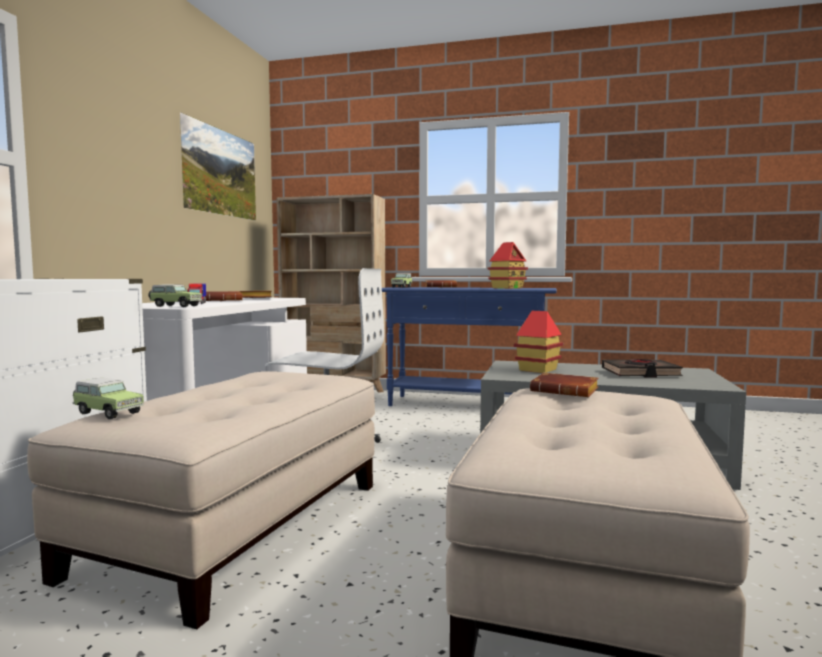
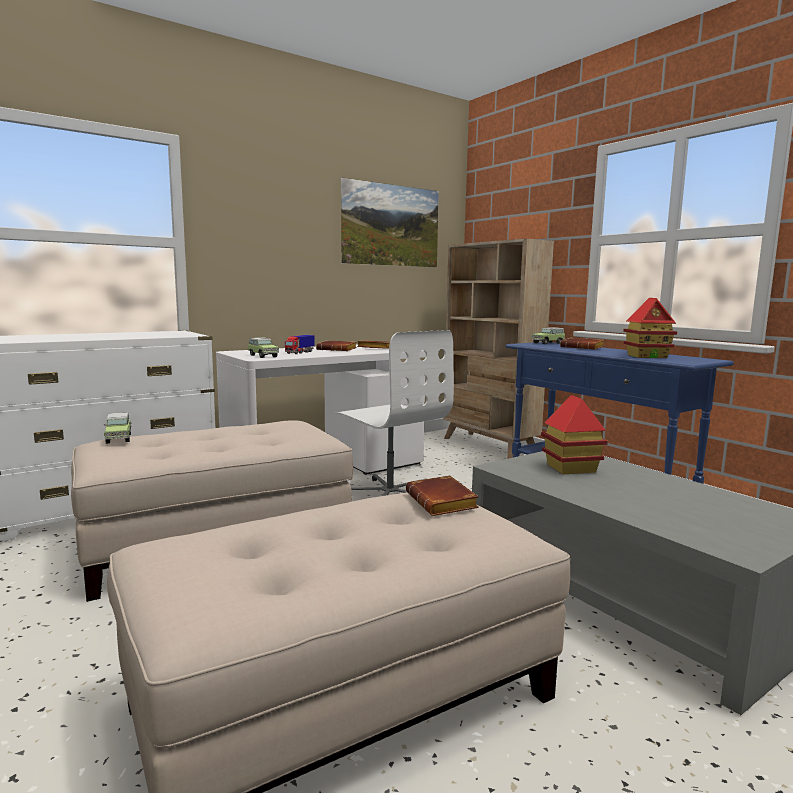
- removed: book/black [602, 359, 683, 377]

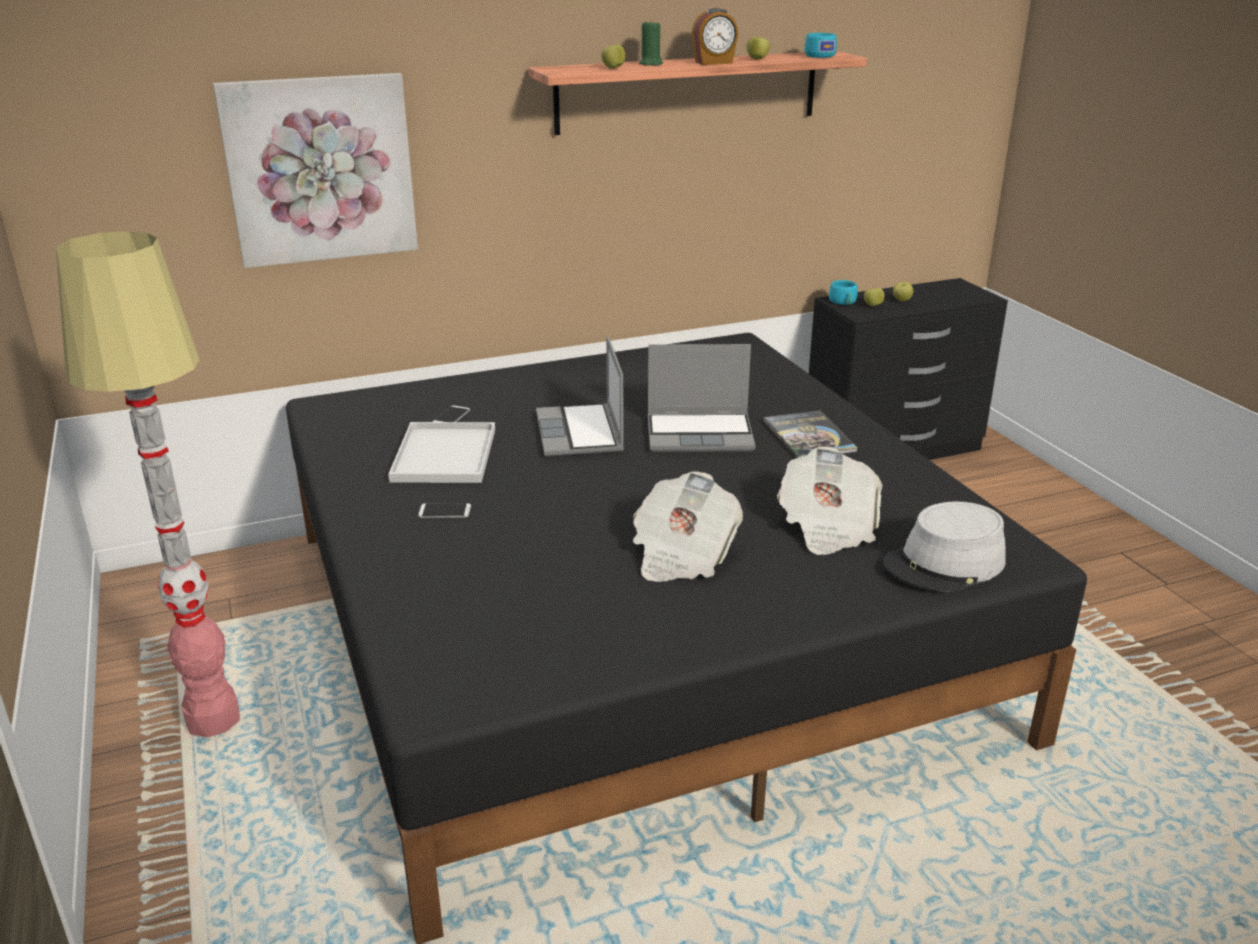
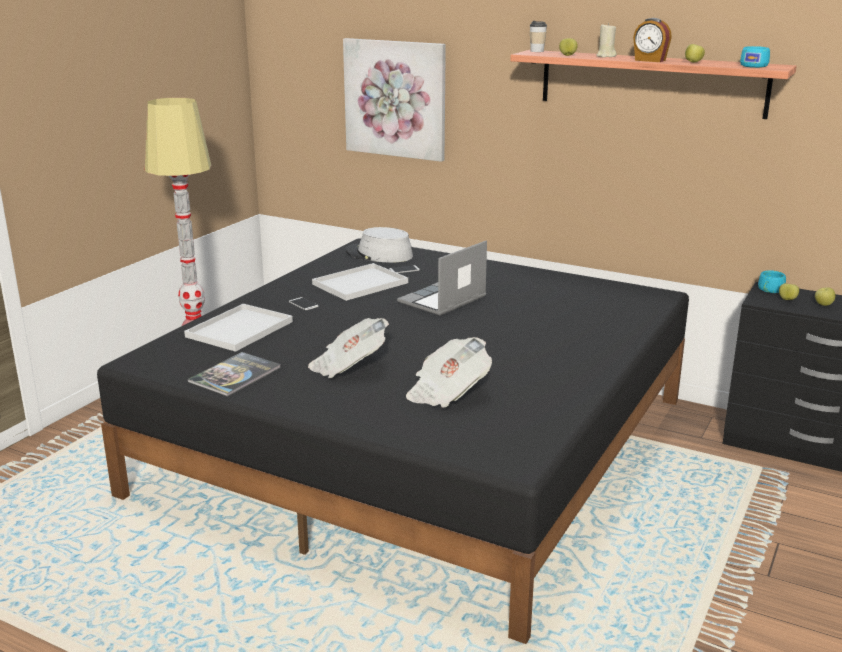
- added: tray/whitish [184, 304, 293, 352]
- moved: book [763, 410, 857, 458] to [188, 352, 281, 397]
- moved: hat/gray [883, 501, 1006, 592] to [346, 227, 413, 263]
- added: small cup [530, 21, 547, 52]
- recoloured: wax candle/green-coloured [639, 19, 663, 66] to wax candle/sand-coloured [596, 23, 616, 58]
- removed: portable computer [648, 344, 756, 452]

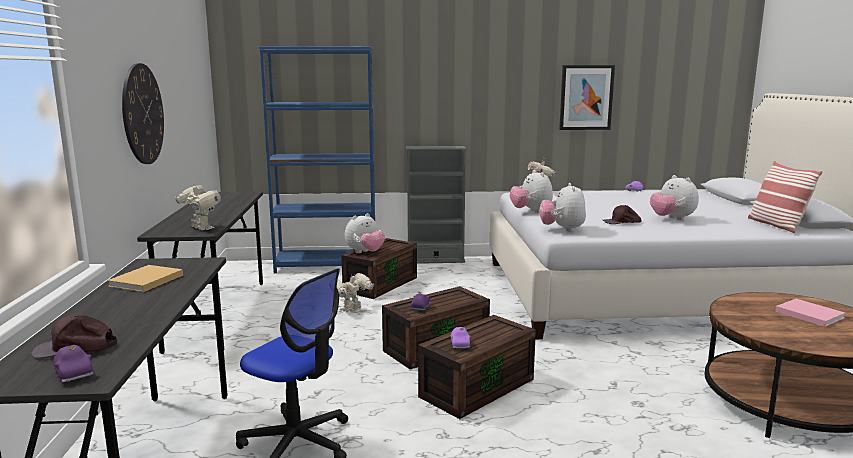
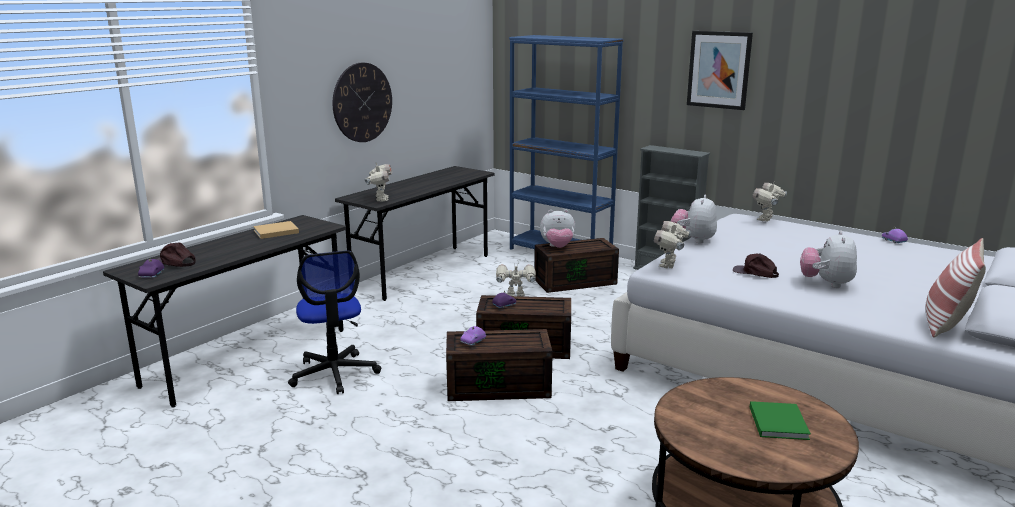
- replaced: cuddly toy [539, 183, 586, 232] to model robot [654, 220, 691, 268]
- moved: picture [559, 65, 615, 130] to [687, 31, 753, 110]
- recoloured: book/pinkish [775, 299, 845, 327] to book/green-coloured [750, 401, 811, 440]

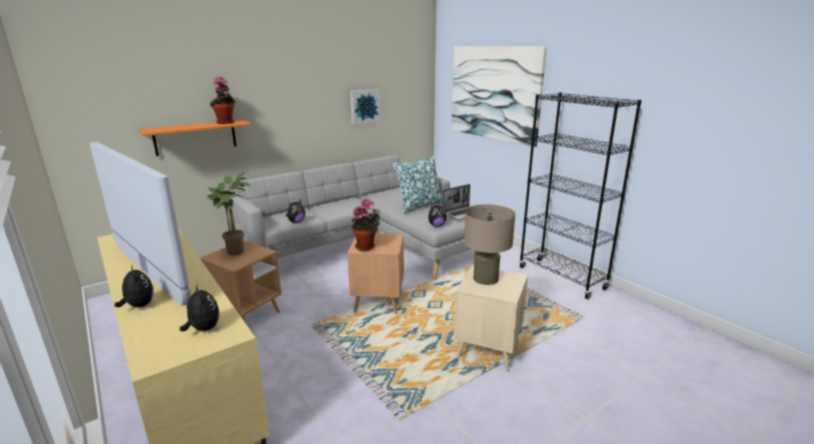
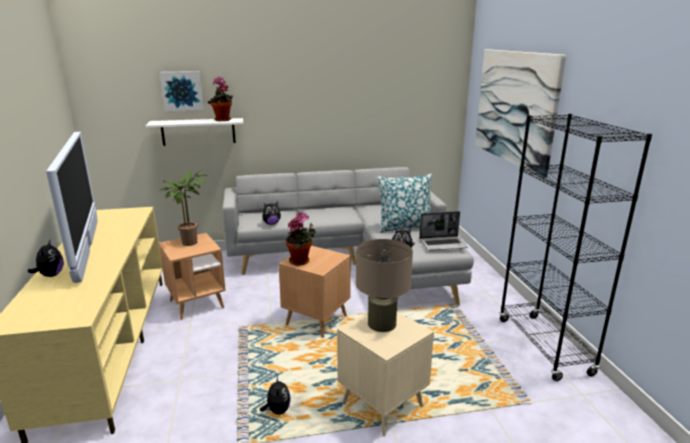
- recoloured: bracket shelf/orange [139, 120, 251, 156] to bracket shelf/whitish [145, 118, 243, 146]
- moved: picture [350, 89, 381, 125] to [160, 71, 204, 111]
- moved: cuddly toy [180, 284, 219, 331] to [260, 376, 291, 414]

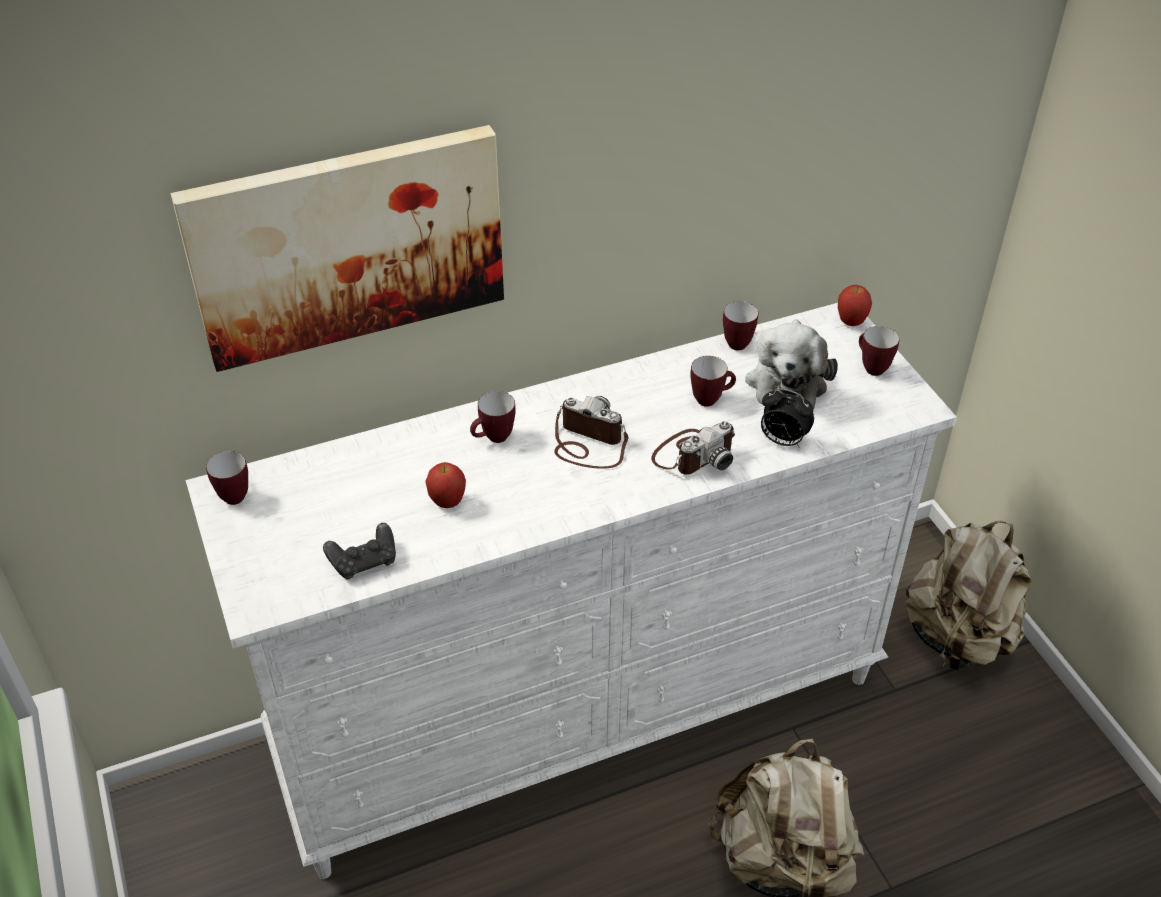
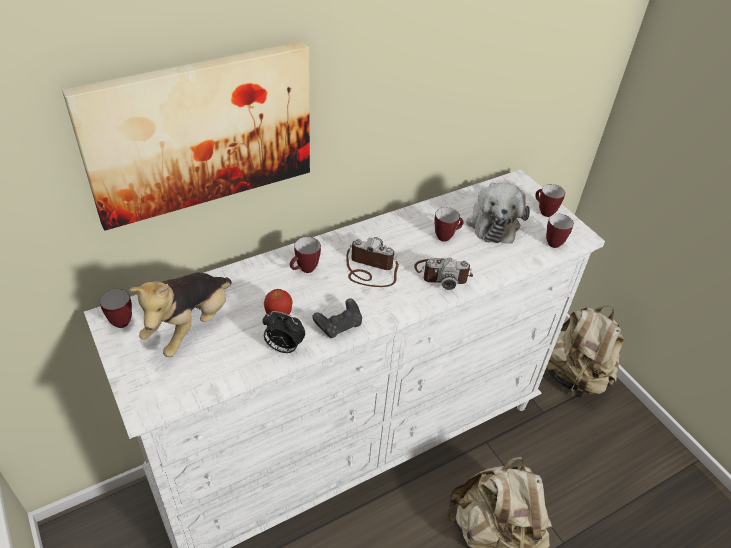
- added: cuddly toy [129, 273, 232, 357]
- moved: table clock [761, 388, 814, 448] to [263, 311, 305, 353]
- moved: gamepad/black [323, 523, 396, 579] to [312, 298, 362, 338]
- turned: still camera [651, 421, 735, 475] = [414, 258, 473, 290] 45 degrees clockwise
- moved: tea mug [723, 301, 758, 350] to [546, 214, 574, 248]
- removed: apple fruit [838, 285, 872, 326]

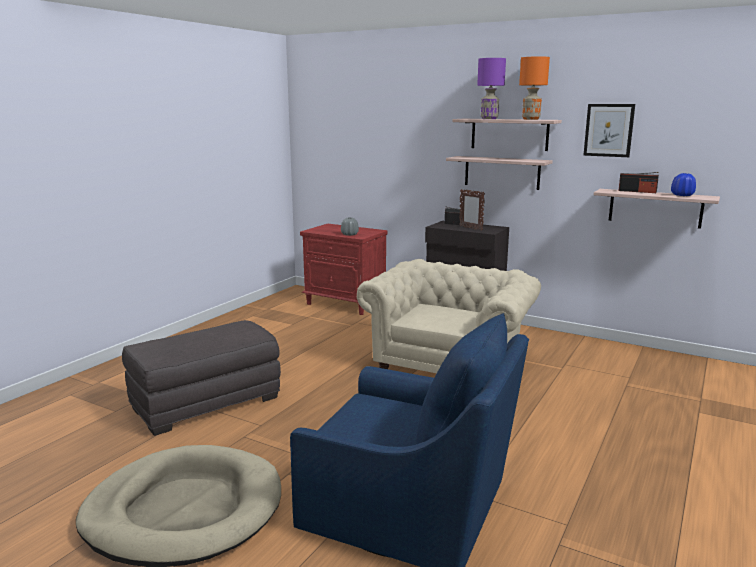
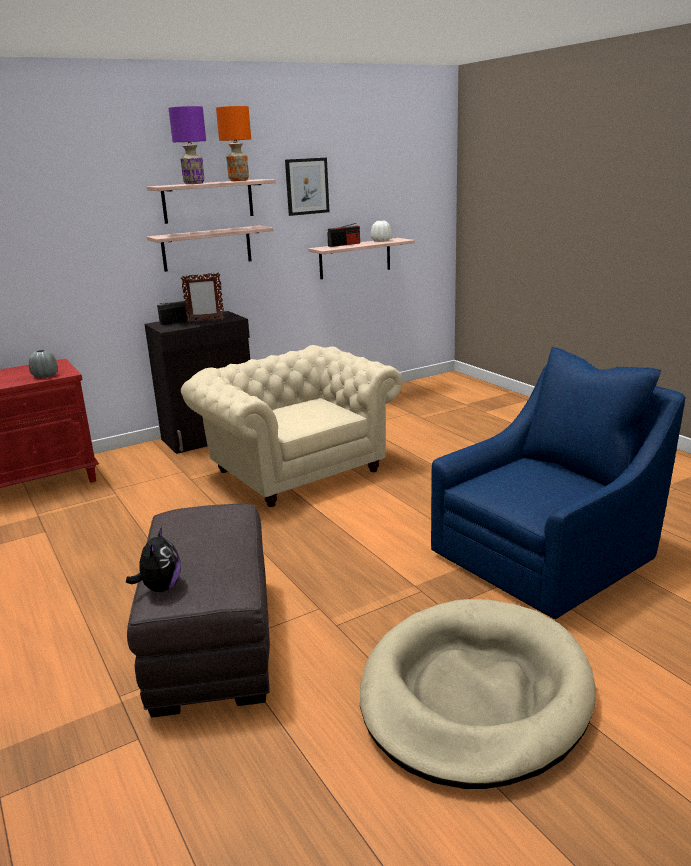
- added: cuddly toy [126, 527, 181, 592]
- recoloured: flower vase/bluish [671, 173, 696, 196] to flower vase/whitish [371, 220, 391, 242]

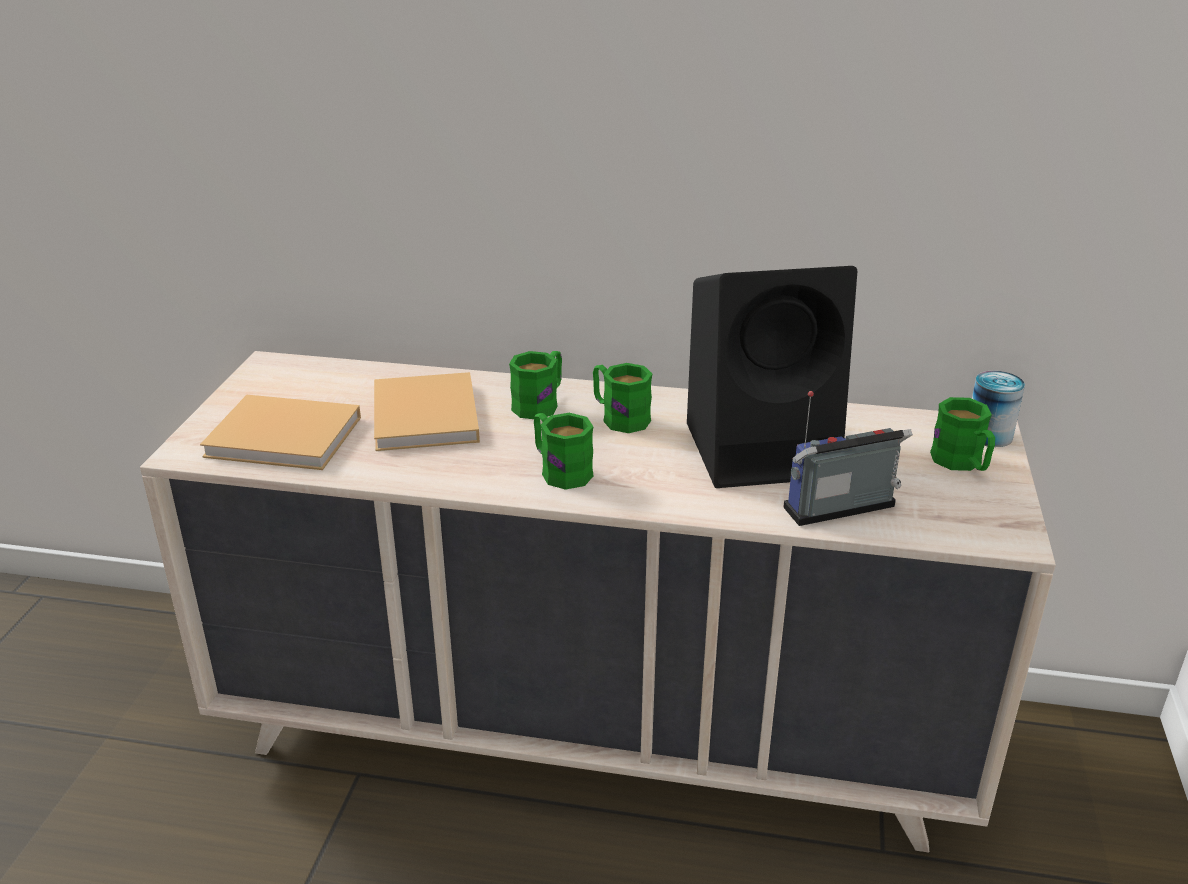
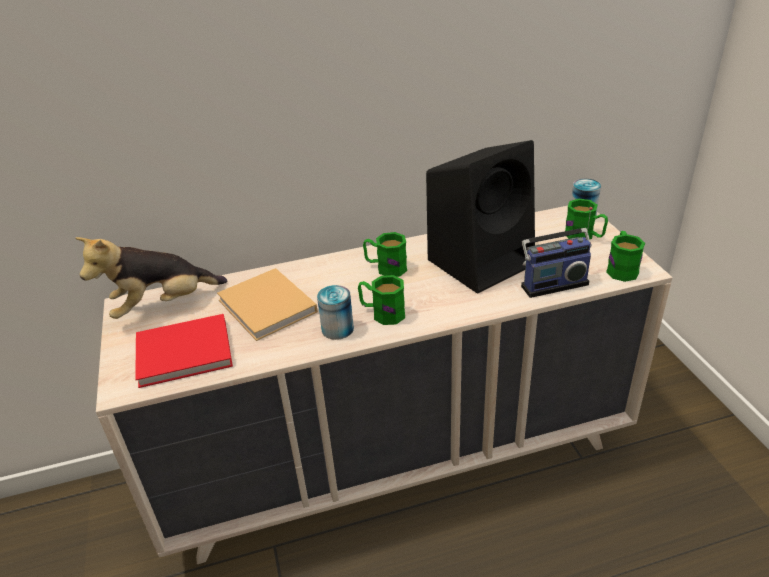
- added: cuddly toy [75, 237, 228, 319]
- recoloured: book/sand-coloured [200, 395, 361, 470] to book/red [135, 314, 233, 388]
- added: metal can [317, 285, 354, 340]
- turned: radio [783, 391, 913, 526] = [521, 207, 593, 298] 150 degrees counterclockwise
- moved: tea mug/green-coloured [509, 351, 562, 419] to [606, 231, 645, 282]

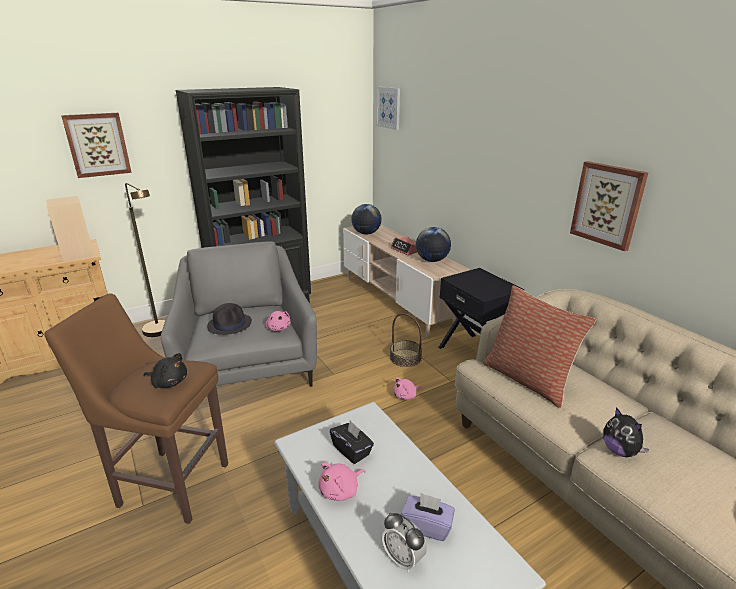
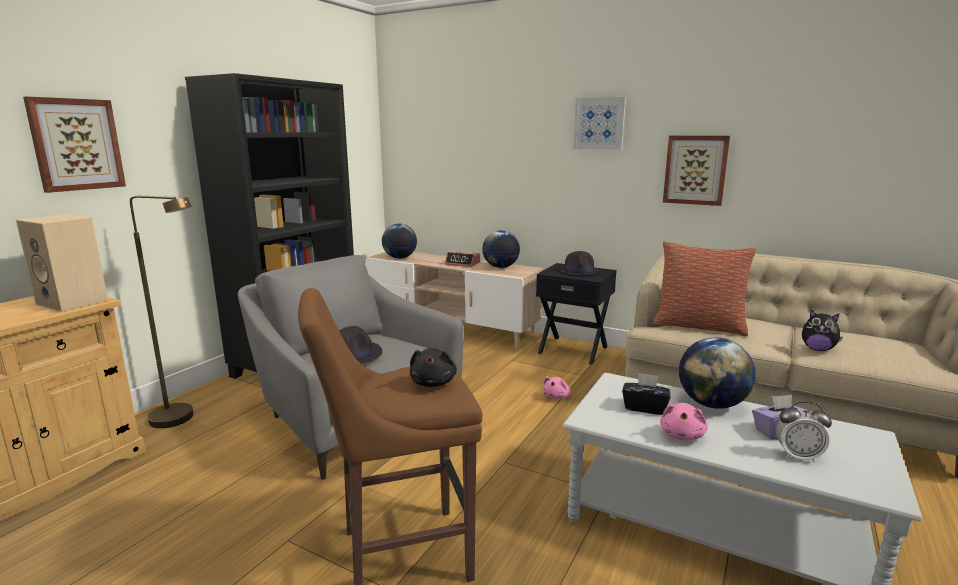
- turned: cuddly toy/black [143, 353, 187, 388] = [410, 348, 457, 387] 105 degrees clockwise
- added: hat/black [559, 251, 600, 275]
- moved: picture [376, 87, 400, 130] to [574, 97, 626, 150]
- added: desk globe [679, 337, 756, 409]
- removed: cuddly toy/pinkish [266, 311, 291, 331]
- removed: storage basket [390, 313, 422, 367]

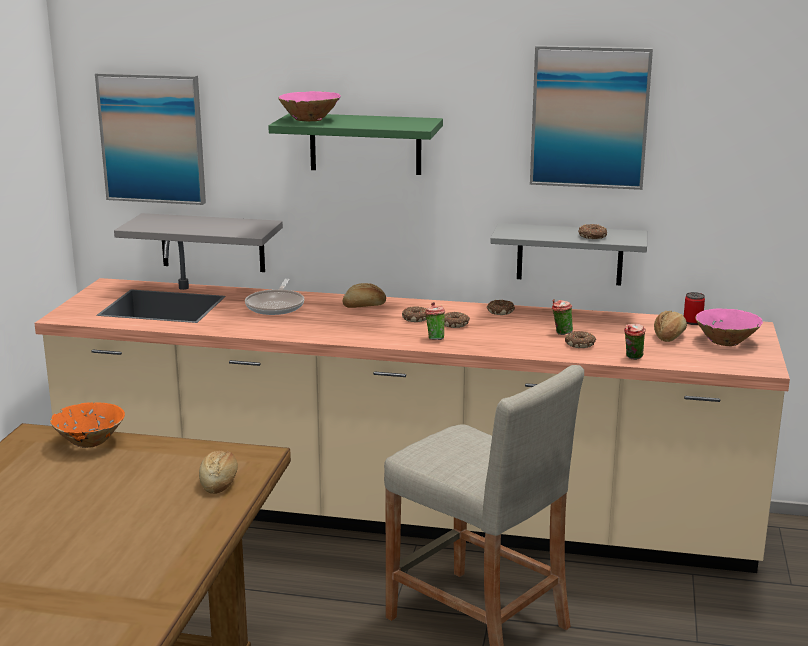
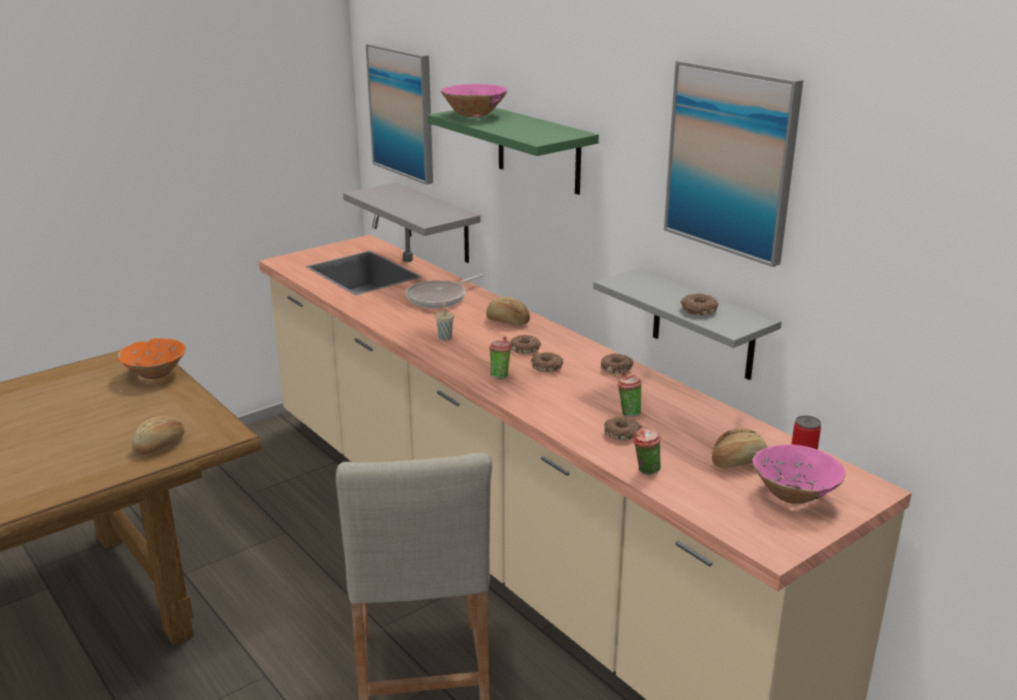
- added: small cup/sand-coloured [435, 301, 454, 341]

